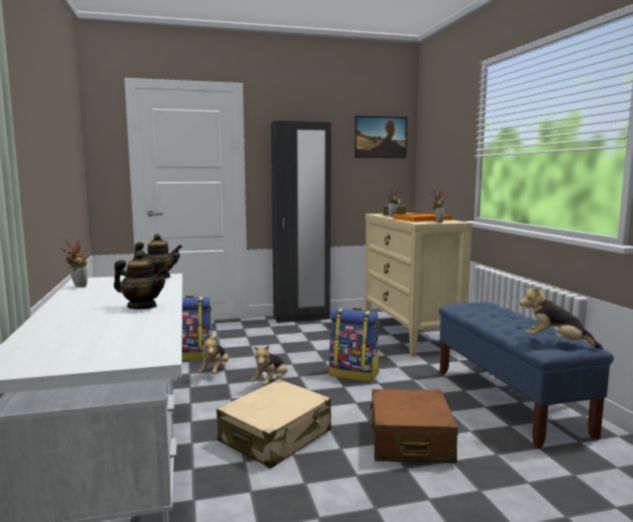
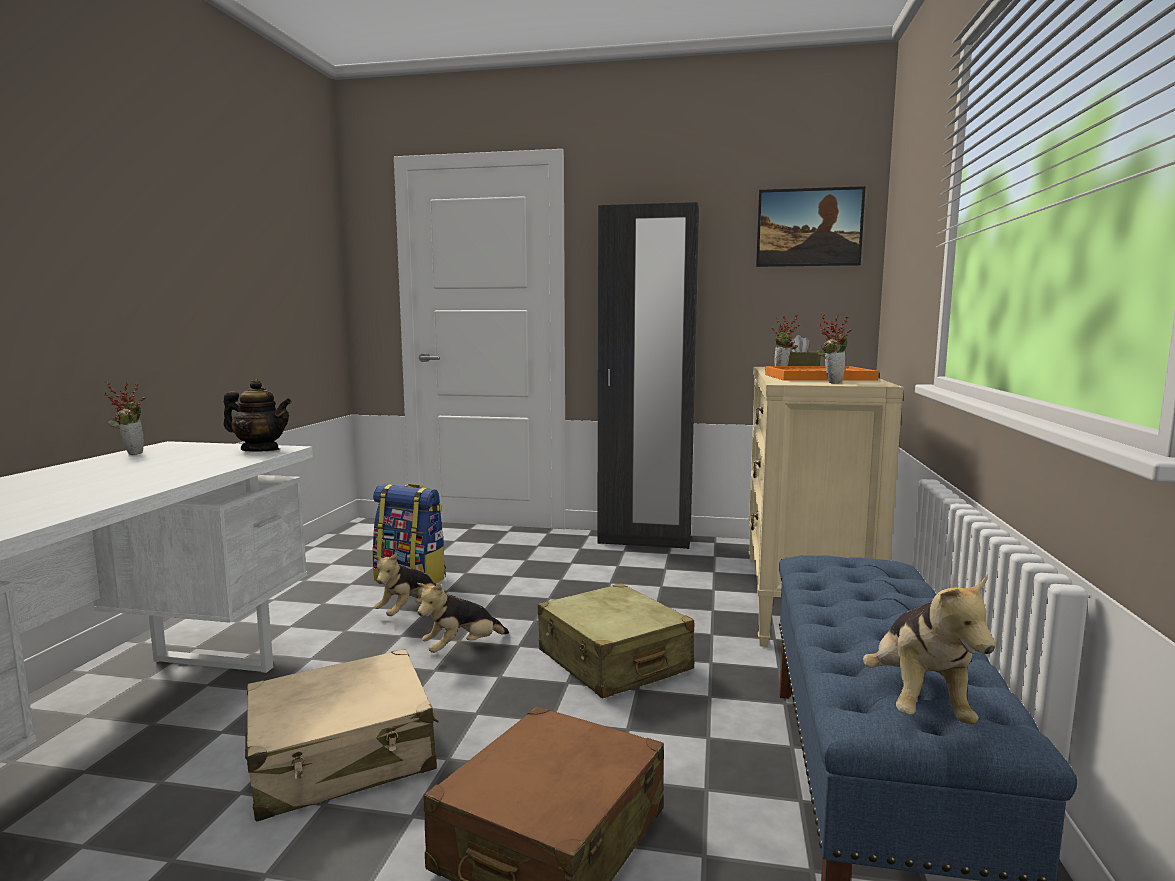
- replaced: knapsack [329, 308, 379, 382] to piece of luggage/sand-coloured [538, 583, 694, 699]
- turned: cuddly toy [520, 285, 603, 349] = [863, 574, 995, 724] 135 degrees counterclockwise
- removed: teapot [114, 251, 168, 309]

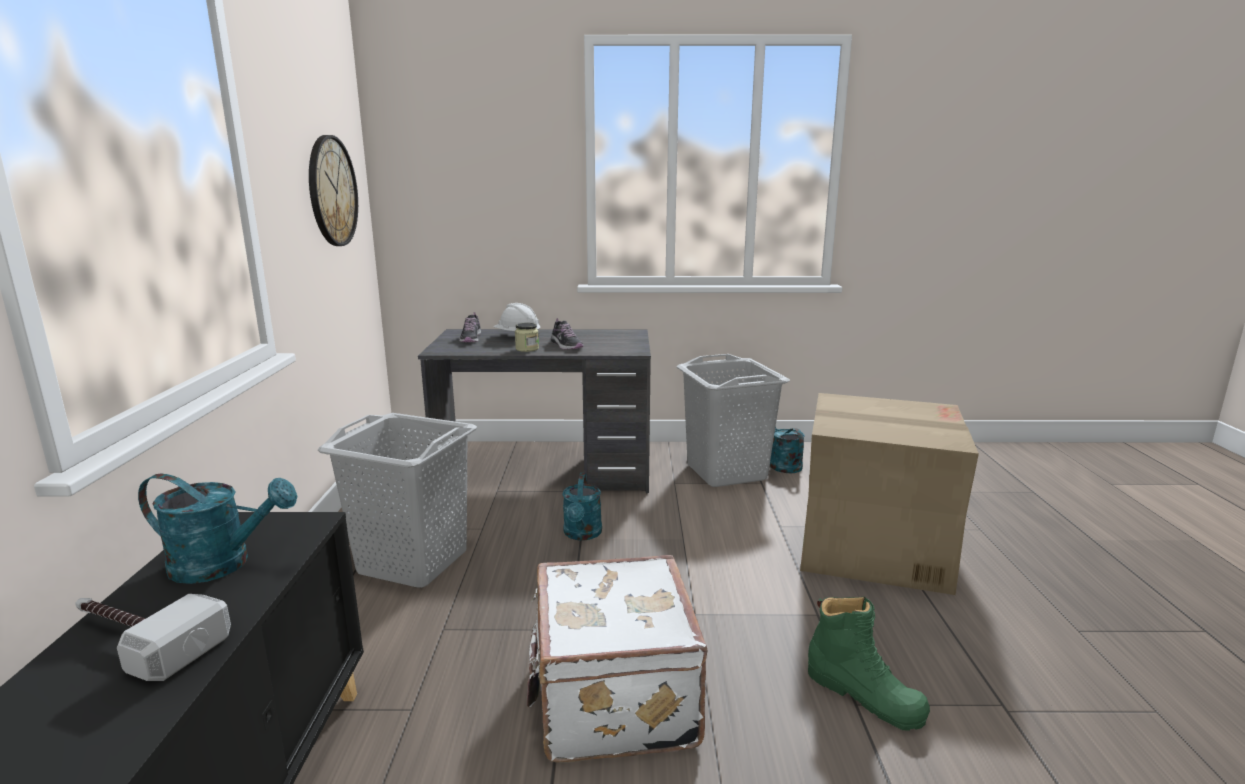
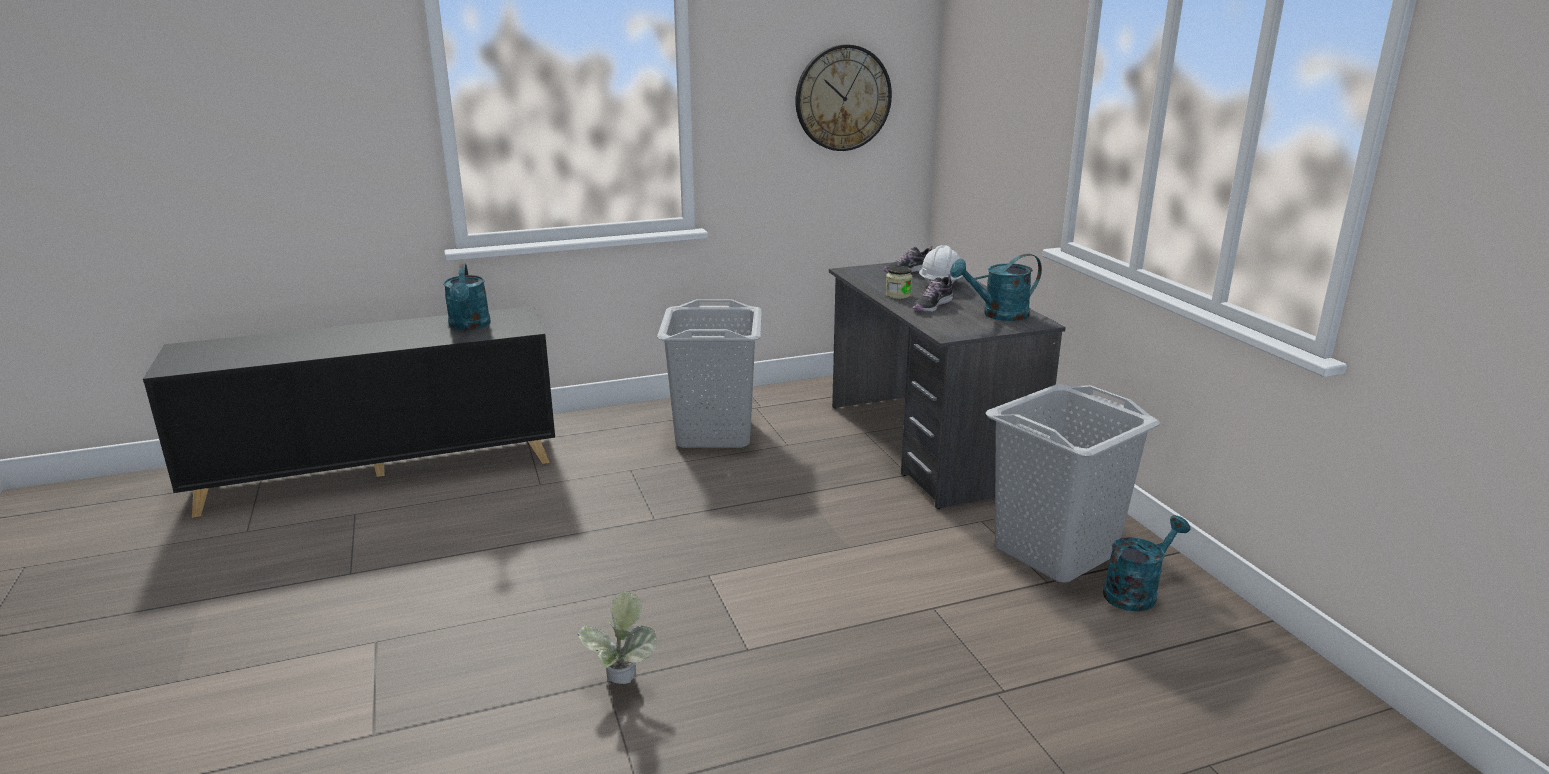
- replaced: high-top boot/green-coloured [808, 597, 930, 731] to houseplant [577, 591, 657, 684]
- moved: watering pot/turquoise [562, 473, 602, 541] to [950, 254, 1042, 321]
- removed: hand hammer [76, 594, 231, 681]
- removed: piece of luggage/whitish [527, 555, 707, 763]
- removed: cardboard box [800, 393, 979, 595]

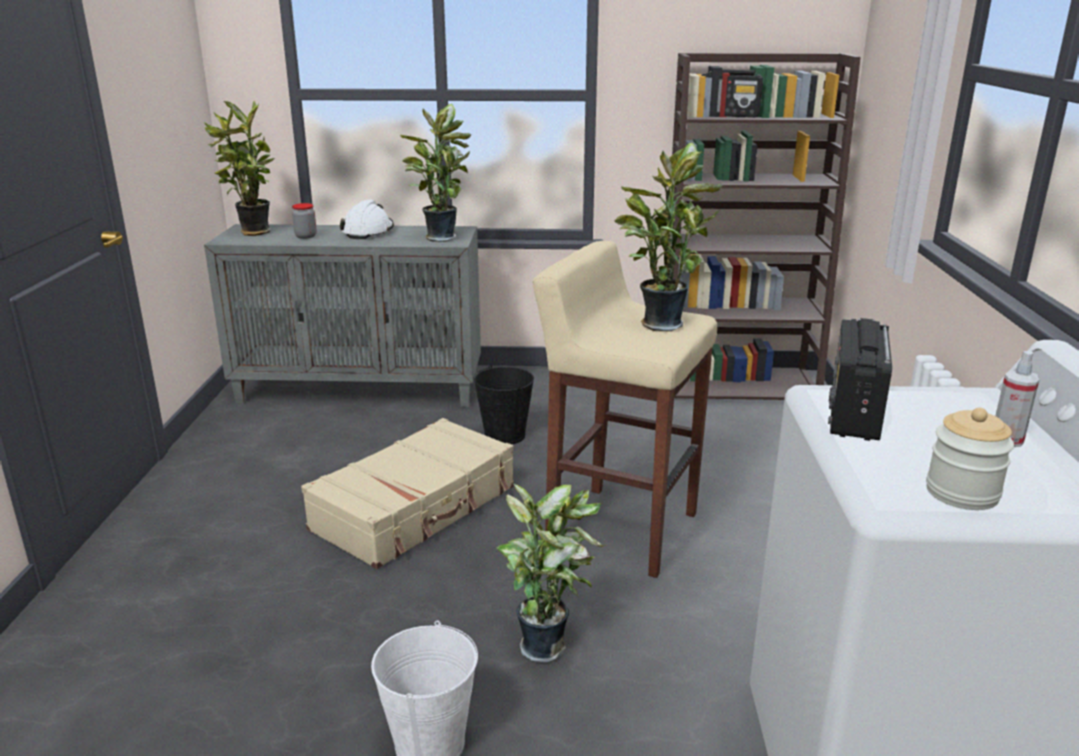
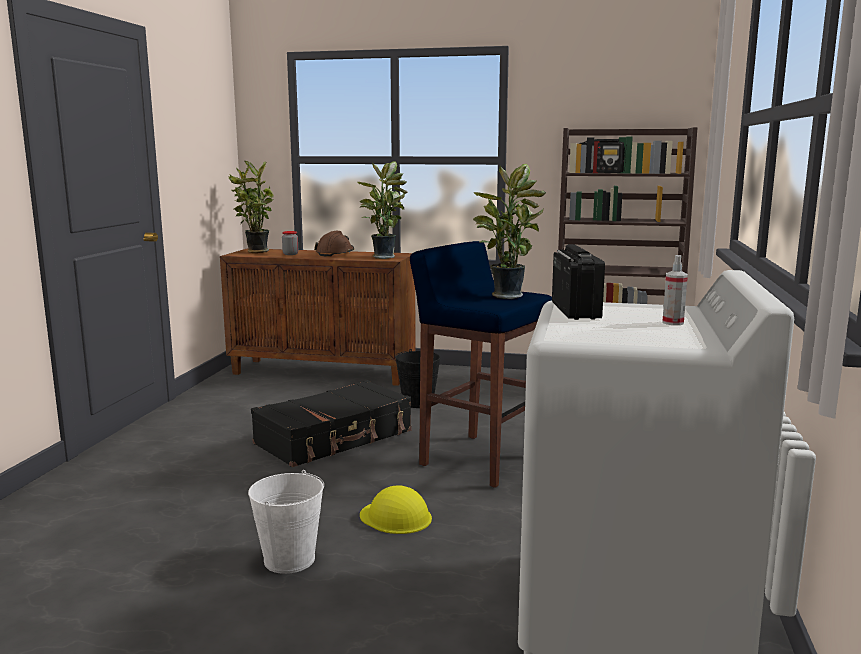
- recoloured: cabinet/gray [204, 224, 481, 407] to cabinet/brown [220, 248, 416, 386]
- recoloured: piece of luggage/sand-coloured [301, 418, 514, 569] to piece of luggage/black [251, 380, 412, 467]
- recoloured: work helmet/whitish [340, 199, 394, 239] to work helmet/brown [314, 231, 354, 257]
- replaced: houseplant [497, 482, 605, 663] to work helmet/yellow [360, 485, 432, 534]
- recoloured: stool seat/sand-coloured [533, 241, 717, 578] to stool seat/bluish [410, 241, 552, 488]
- turned: radio [828, 318, 892, 441] = [552, 244, 605, 320] 150 degrees clockwise
- removed: jar [926, 408, 1014, 510]

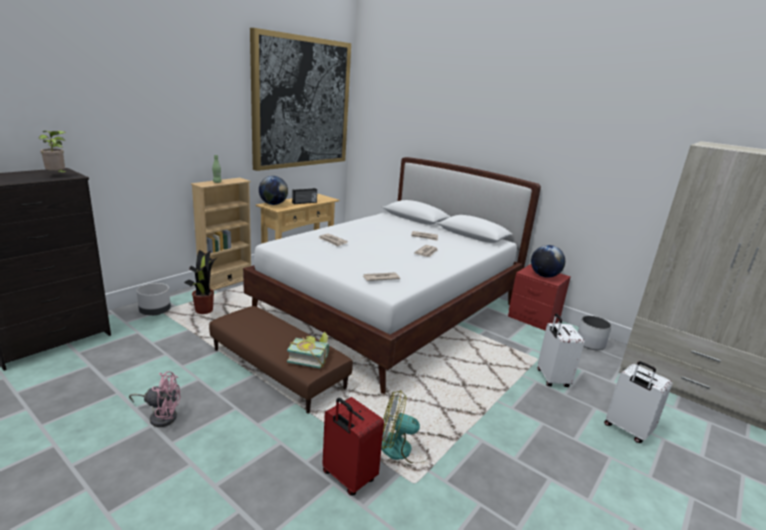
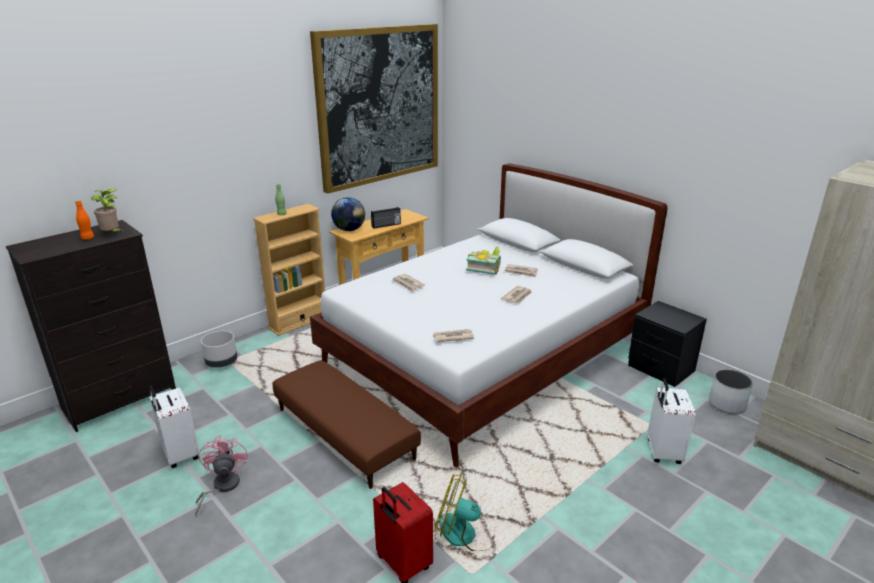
- added: bottle/orange [75, 200, 94, 240]
- moved: piece of luggage/whitish [604, 361, 672, 443] to [149, 385, 199, 468]
- turned: fan/pinkish [129, 371, 181, 427] = [195, 435, 248, 515] 105 degrees counterclockwise
- moved: book [287, 332, 329, 368] to [466, 247, 501, 275]
- recoloured: night table/red [508, 264, 571, 331] to night table/black [628, 301, 707, 387]
- removed: houseplant [184, 250, 218, 314]
- removed: desk globe [531, 245, 565, 278]

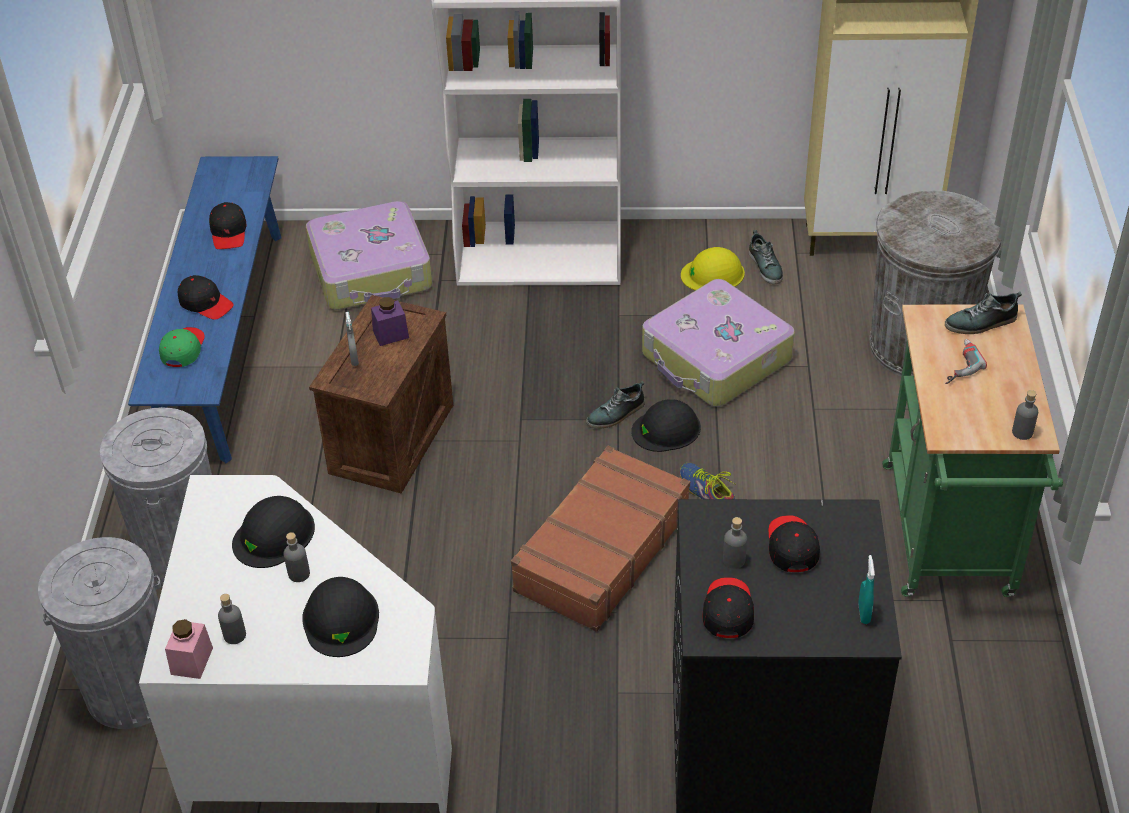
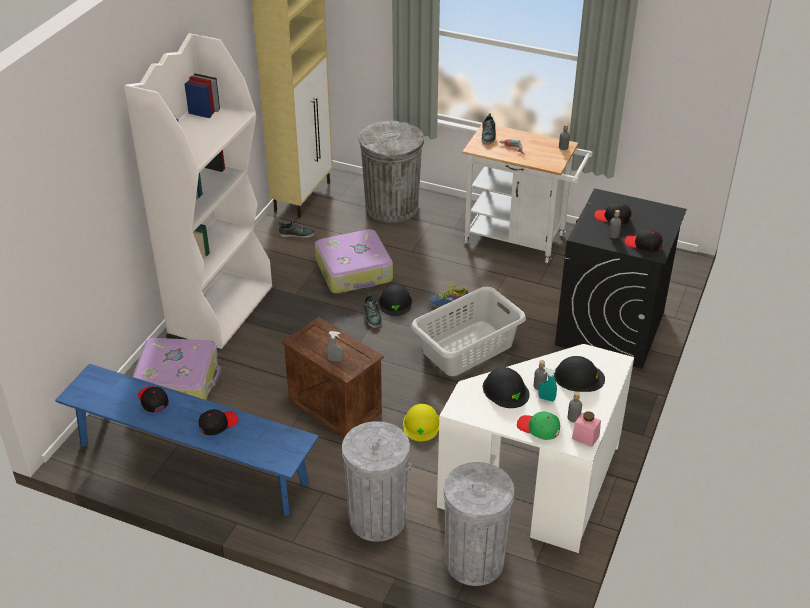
- turned: baseball cap/black [209, 202, 246, 249] = [138, 386, 169, 412] 135 degrees counterclockwise
- moved: work helmet/yellow [681, 247, 745, 290] to [403, 404, 439, 441]
- replaced: piece of luggage/brown [511, 446, 690, 632] to laundry basket/gray [411, 286, 526, 376]
- recoloured: trolley/green-coloured [882, 304, 1063, 597] to trolley/whitish [462, 123, 593, 263]
- moved: baseball cap/green-coloured [159, 327, 205, 367] to [517, 412, 560, 440]
- moved: sprayer/turquoise [858, 555, 875, 624] to [539, 367, 557, 402]
- removed: jar/purple [371, 297, 409, 346]

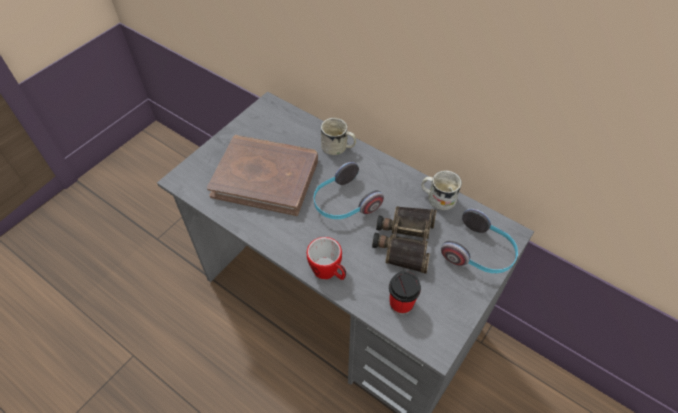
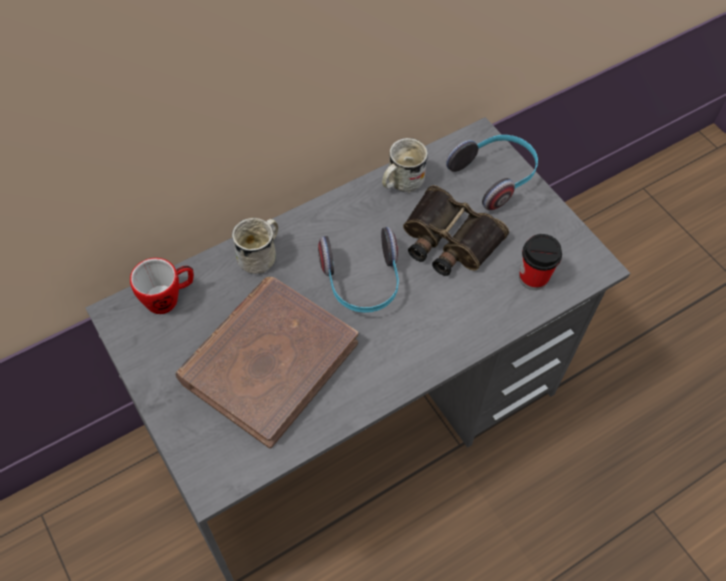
- moved: tea mug [307, 237, 346, 280] to [130, 258, 194, 314]

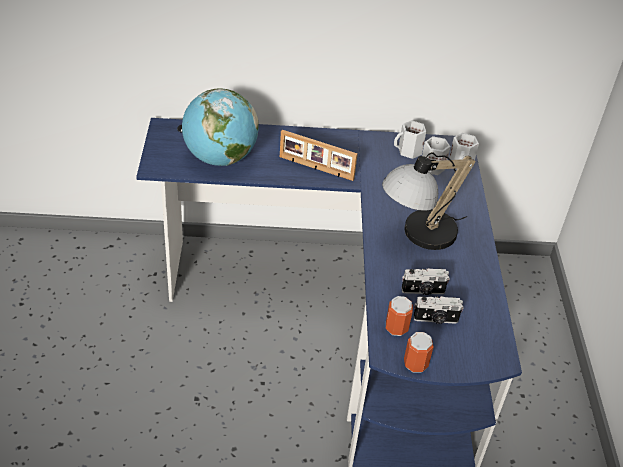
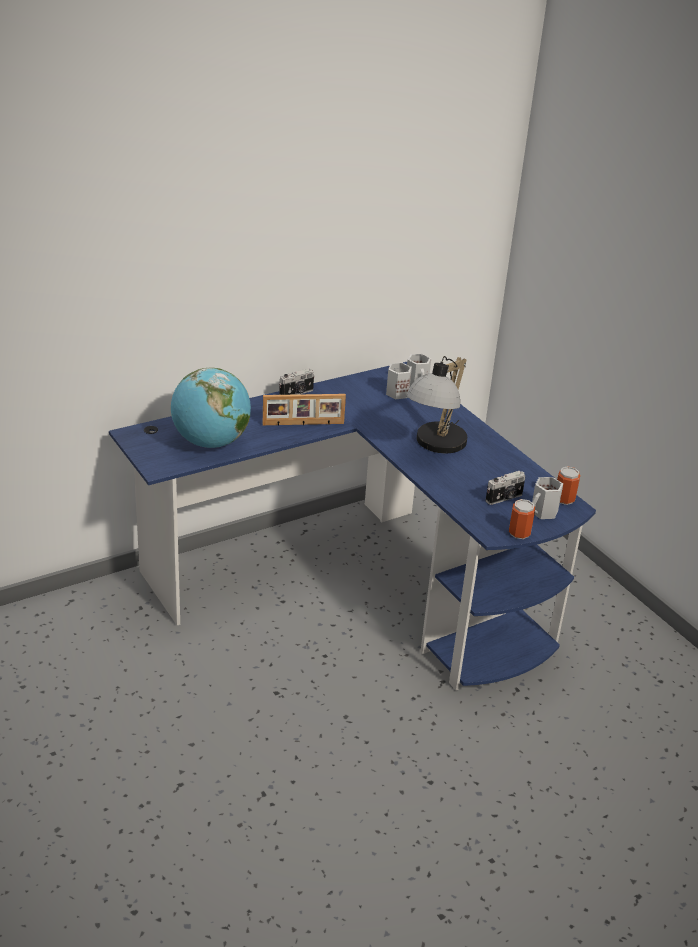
- moved: still camera [402, 268, 450, 295] to [279, 368, 315, 395]
- moved: tea mug/whitish [394, 120, 426, 159] to [532, 477, 563, 519]
- moved: metal can [386, 296, 413, 336] to [557, 466, 580, 505]

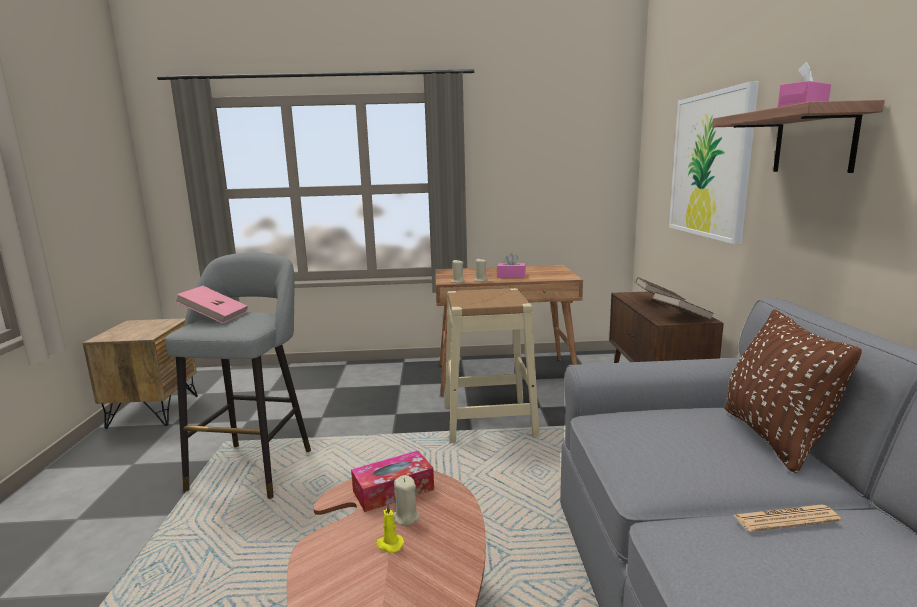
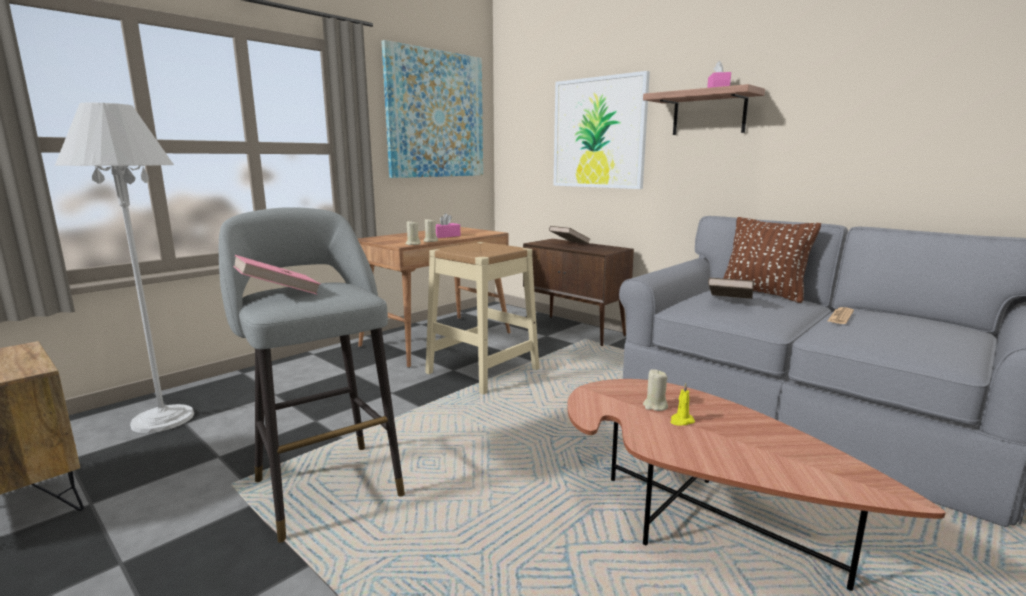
- added: standing lamp/whitish [55, 103, 194, 433]
- added: picture [381, 40, 483, 178]
- moved: book/brown [652, 292, 714, 320] to [708, 278, 754, 299]
- removed: box of tissues [351, 451, 434, 512]

